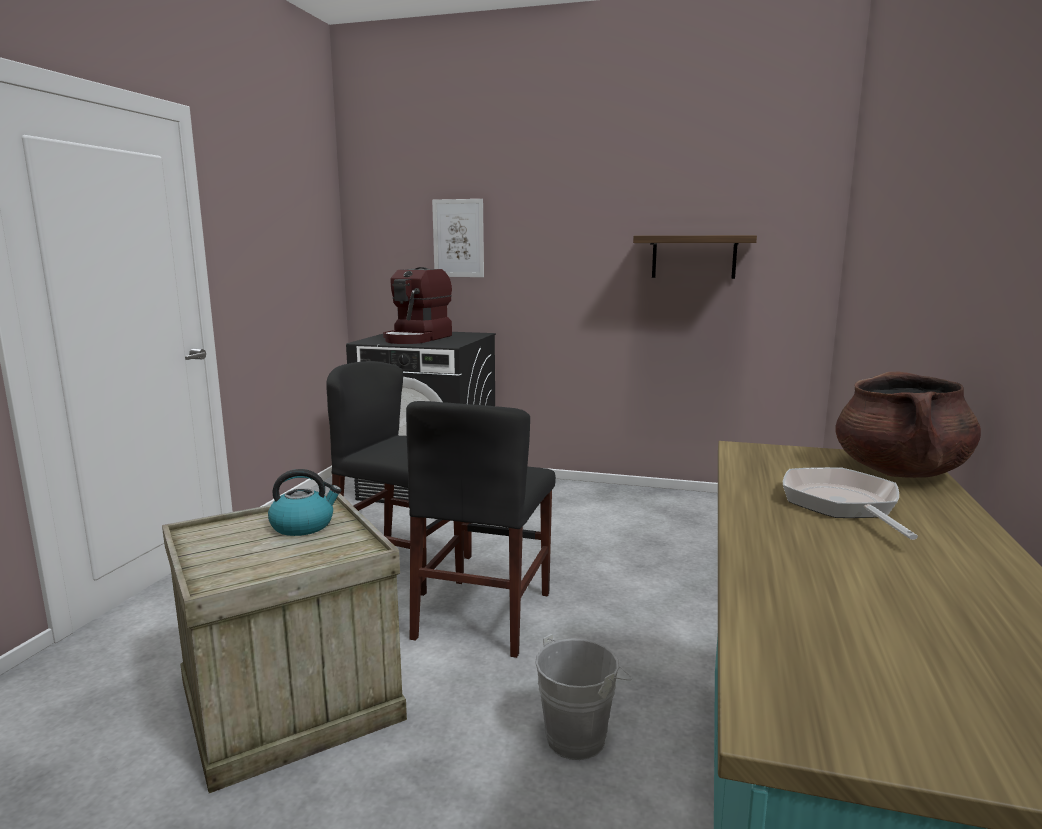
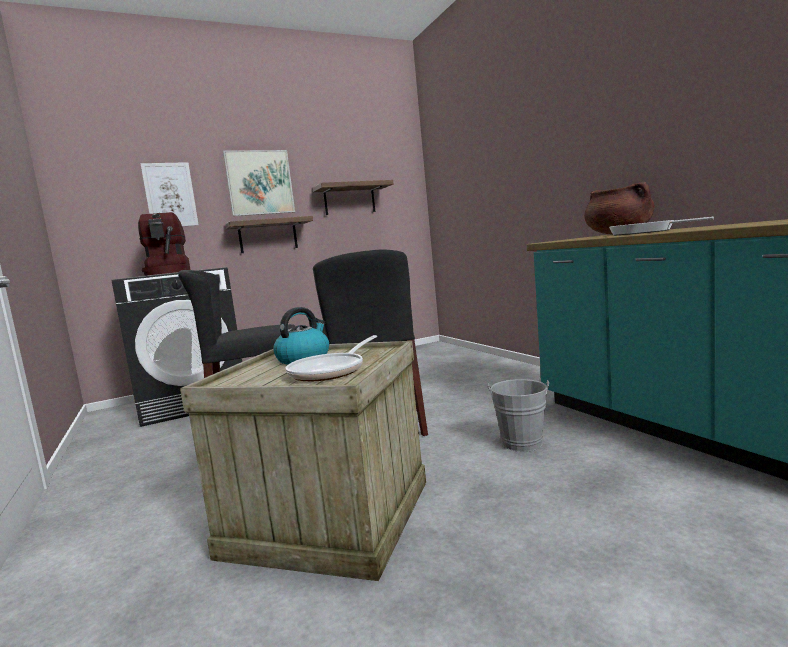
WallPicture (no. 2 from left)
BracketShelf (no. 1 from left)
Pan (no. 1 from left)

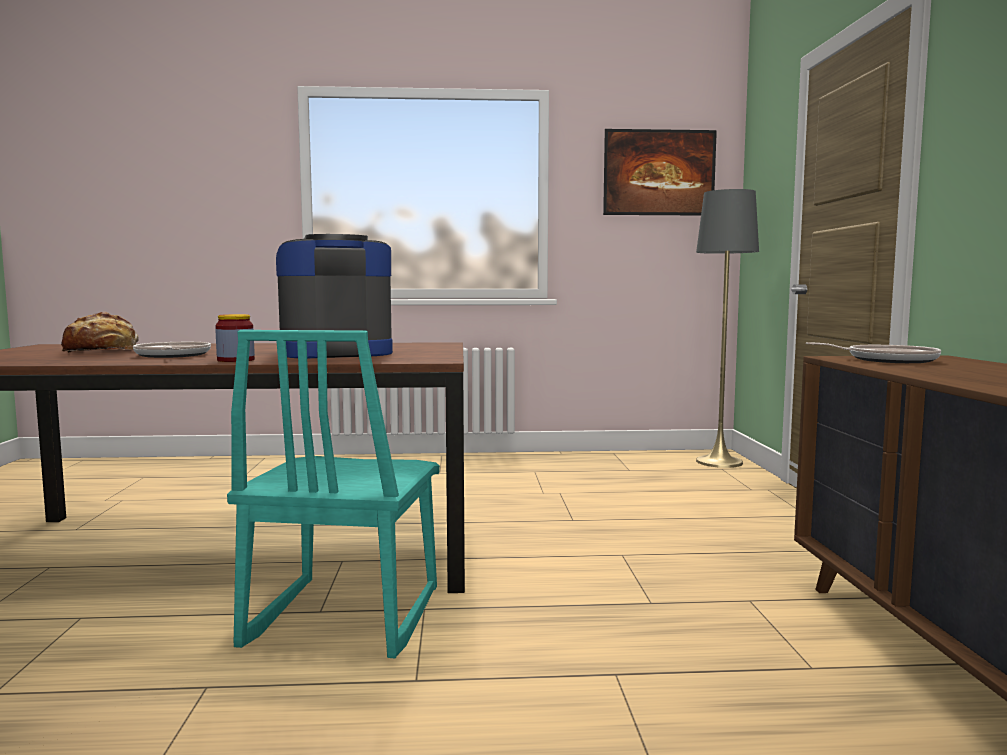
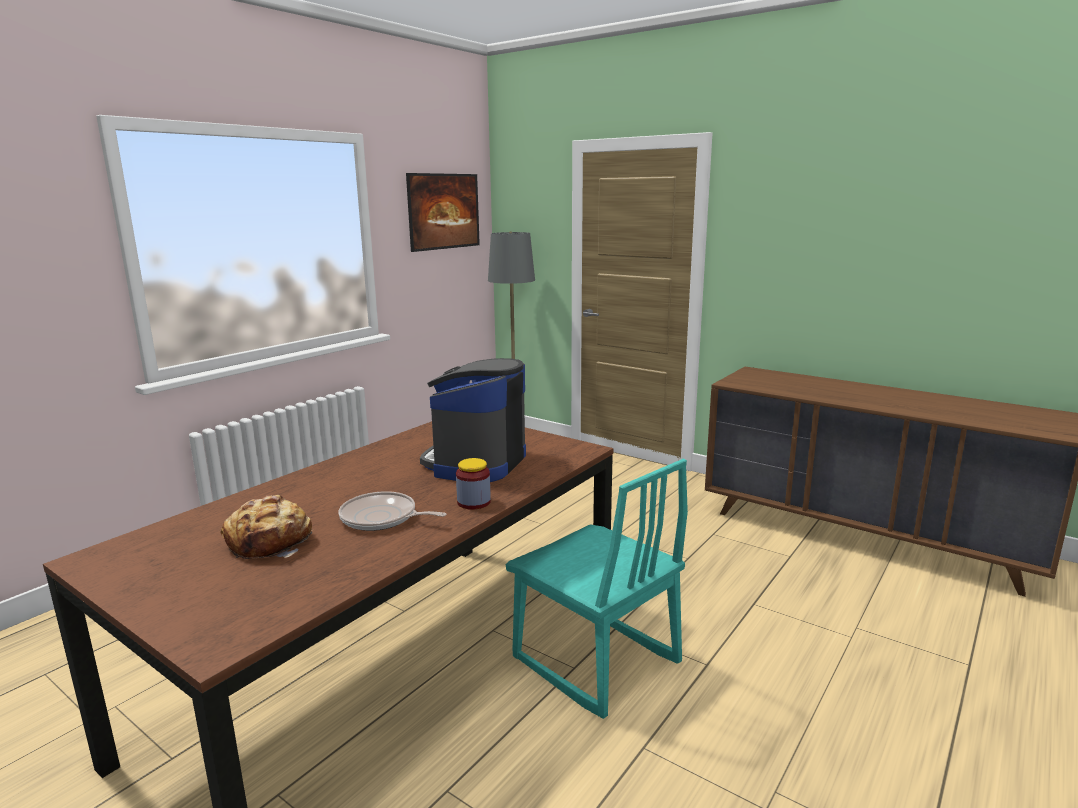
Pan (no. 2 from left in the first image)

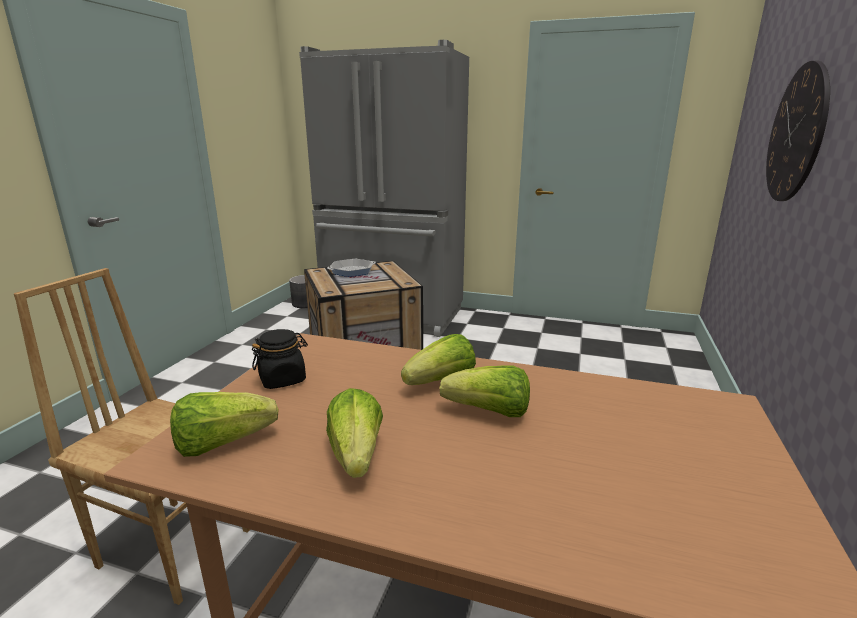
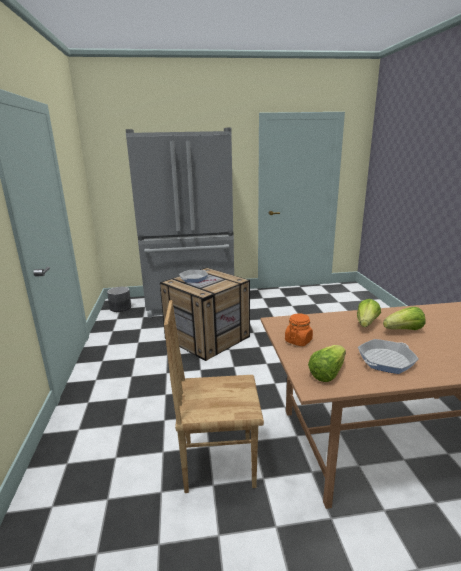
ClockOnTheWall
Pan (no. 2 from left)
OrangeyPreserveJar

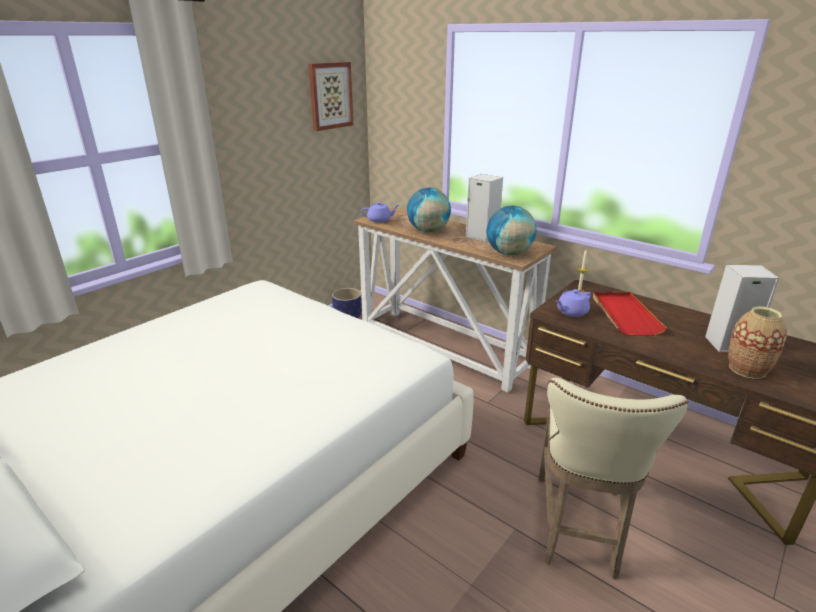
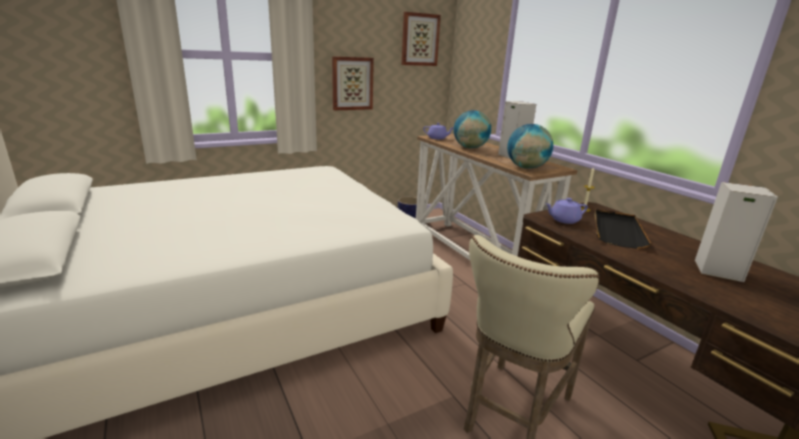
FlowerVase
WallPicture (no. 1 from left)
BlackColouredTray

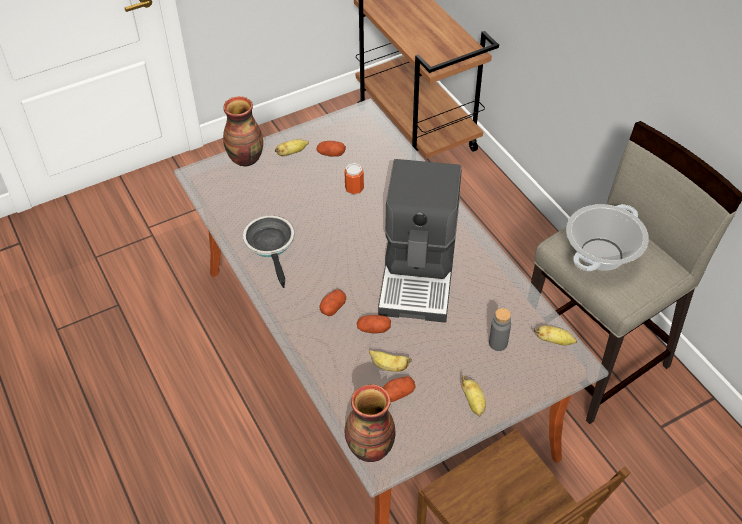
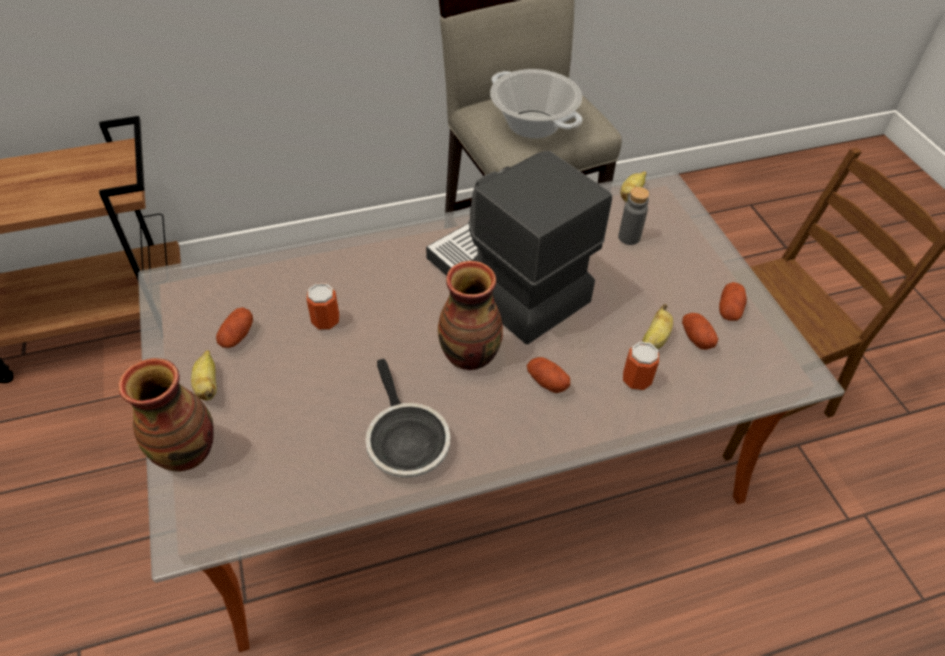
WholeBanana (no. 3 from left in the first image)
SealedCan (no. 2 from left)
FlowerVase (no. 2 from left)
Spud (no. 4 from left)
Pan
CoffeeMaker

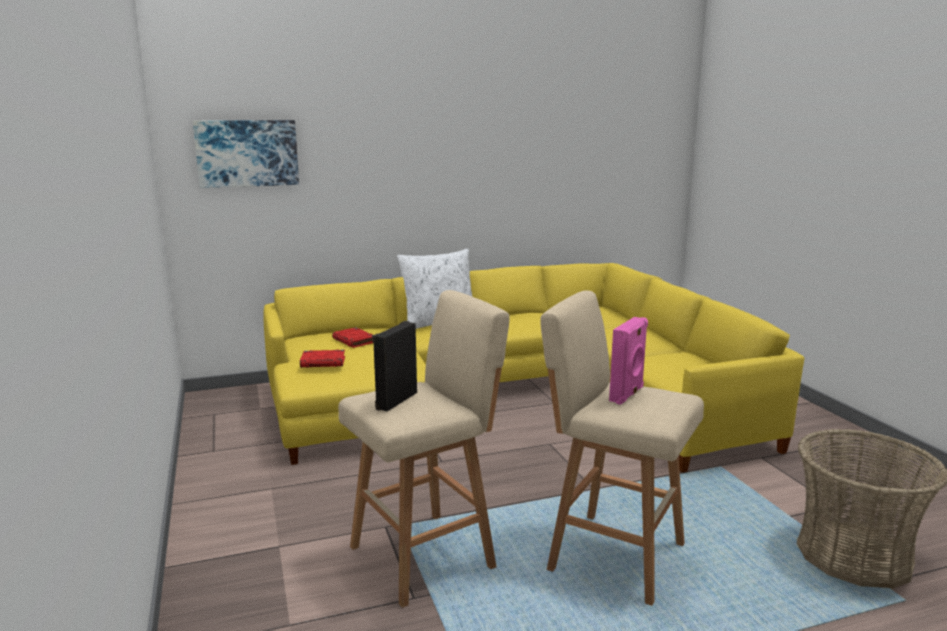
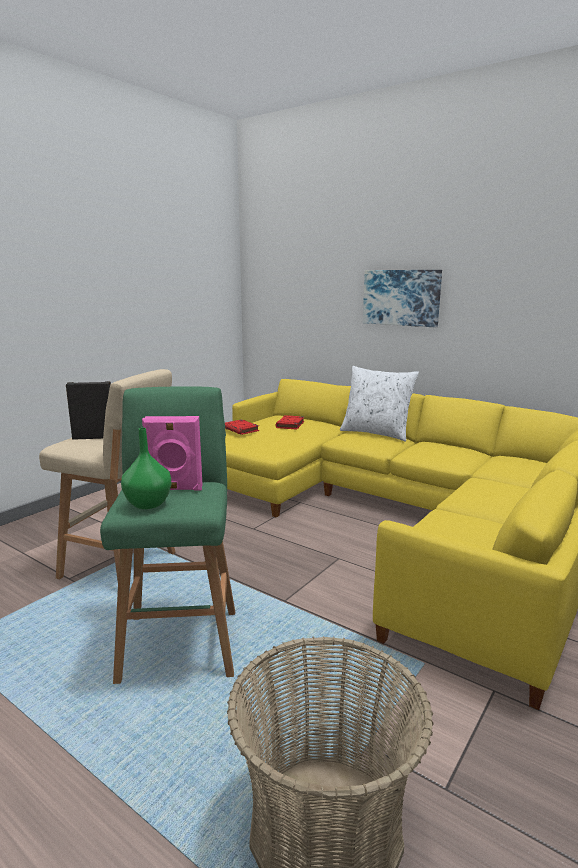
GreenColouredFlowerVase
WallPicture
GreenColouredStoolSeat

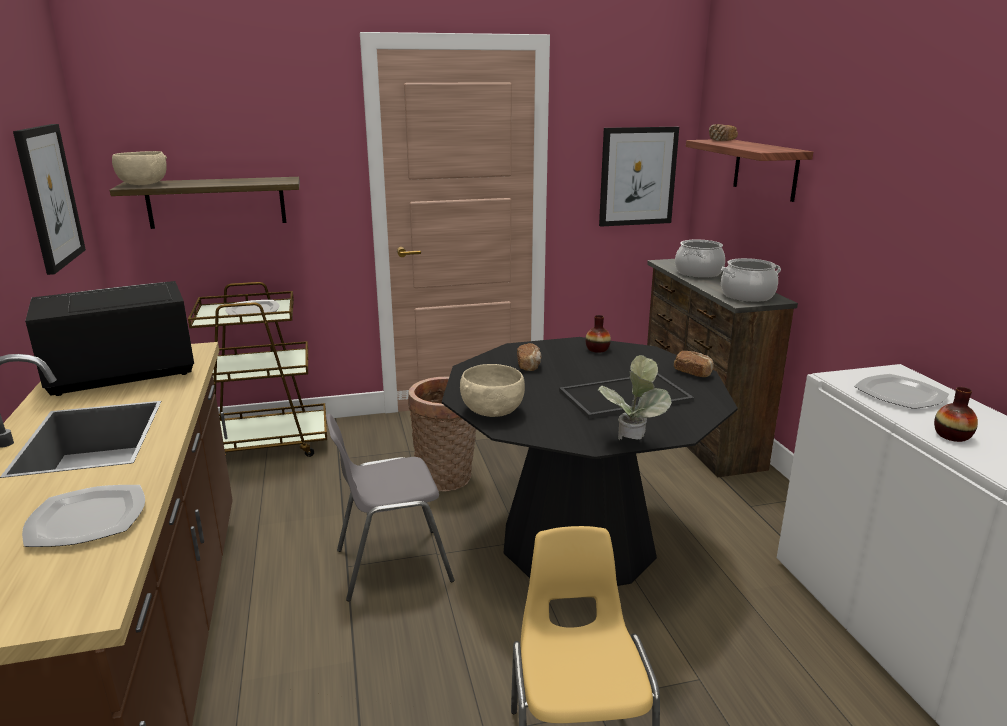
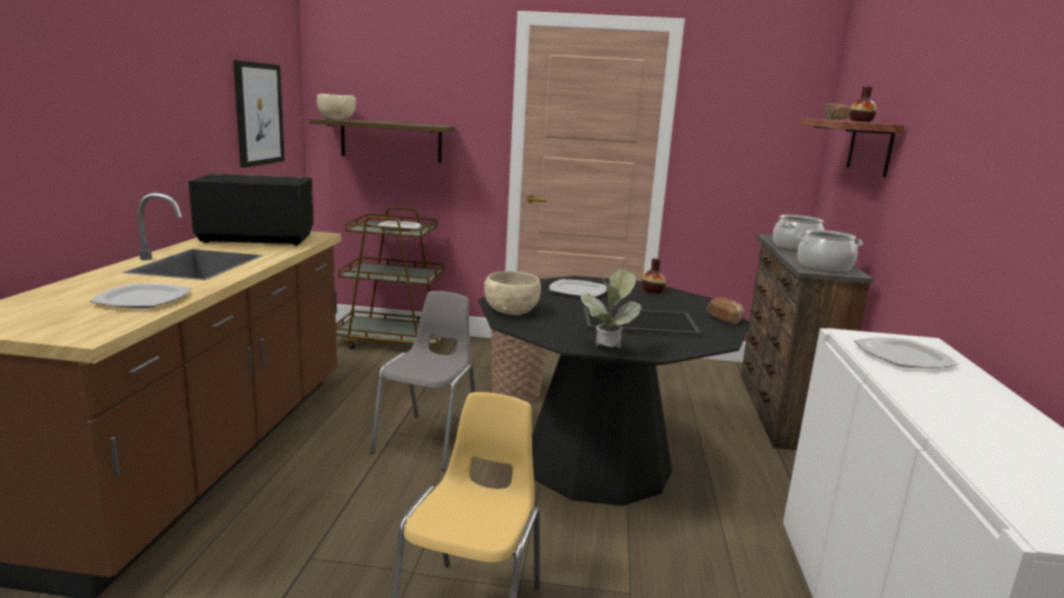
WallPicture (no. 2 from left in the first image)
FlowerVase (no. 2 from left)
DinnerPlate (no. 3 from left)
GreyChair

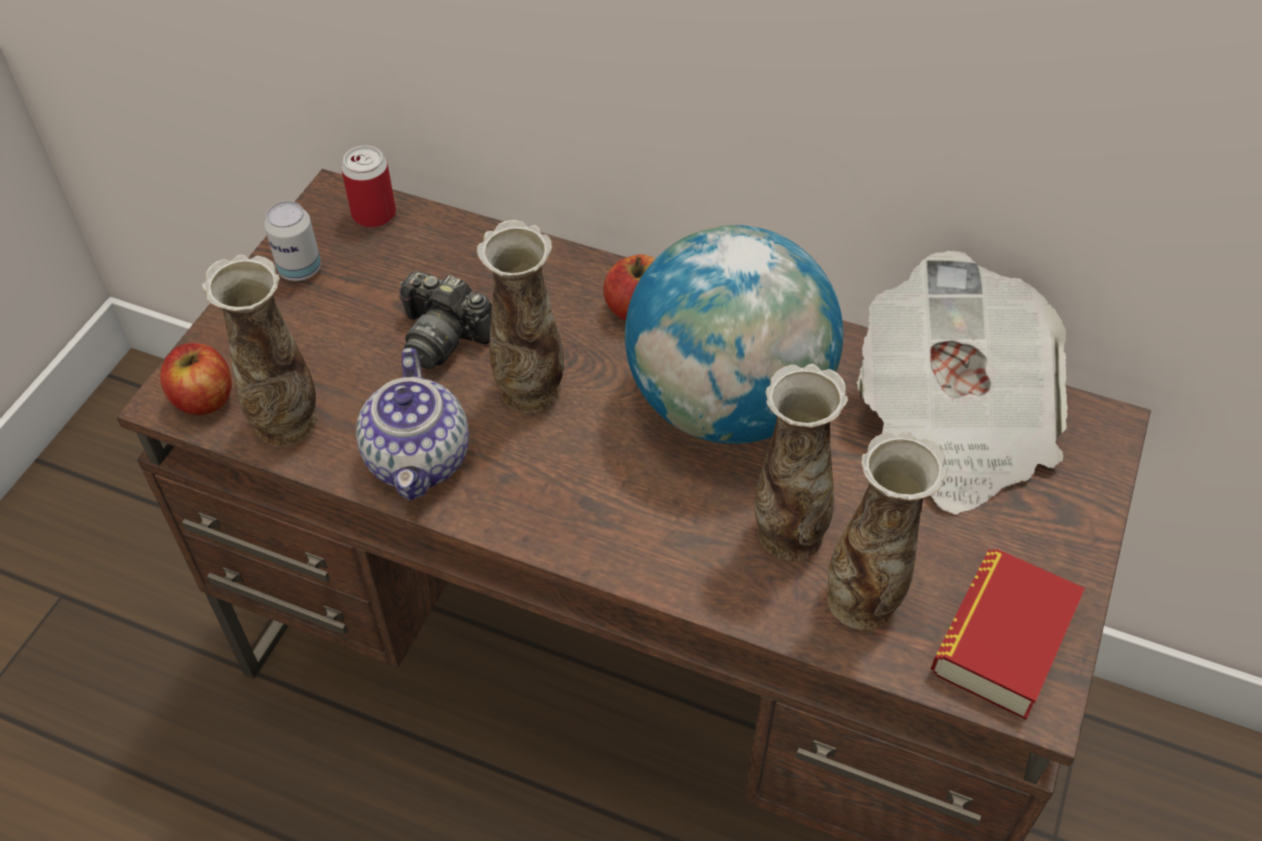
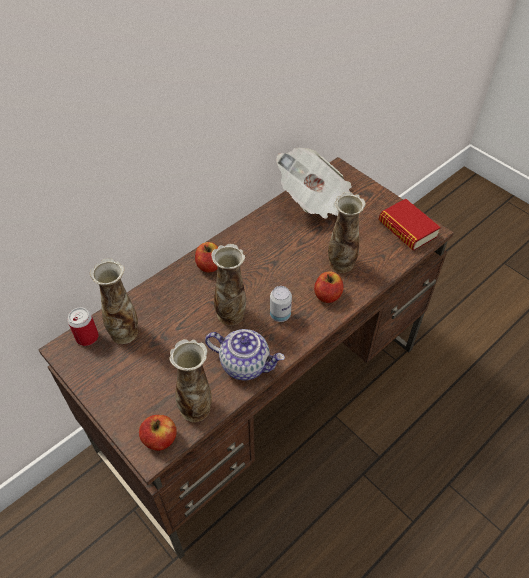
StillCamera
WorldGlobe
AppleFruit (no. 3 from left)
SealedCan (no. 2 from left)
FlowerVase (no. 1 from left)

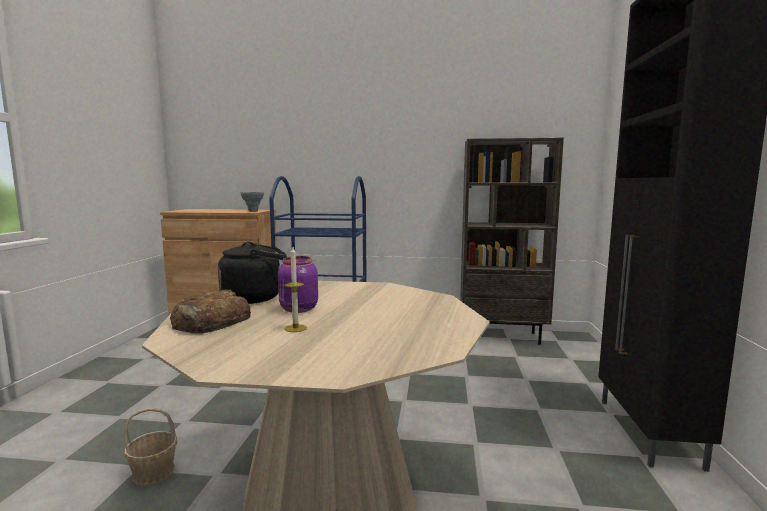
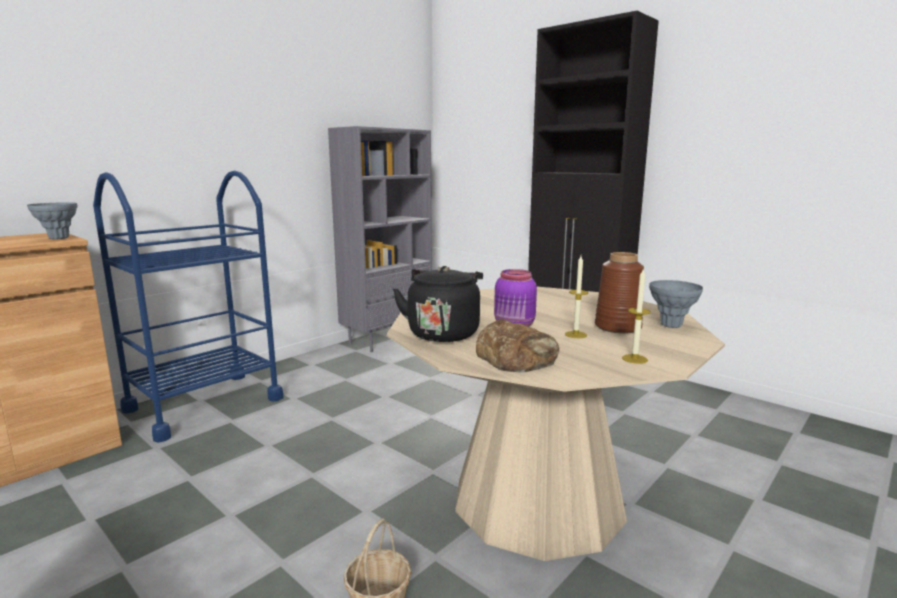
BrownColouredFlowerVase
Candle (no. 2 from left)
GreyFlowerVase (no. 2 from left)
GreyShelvingUnit

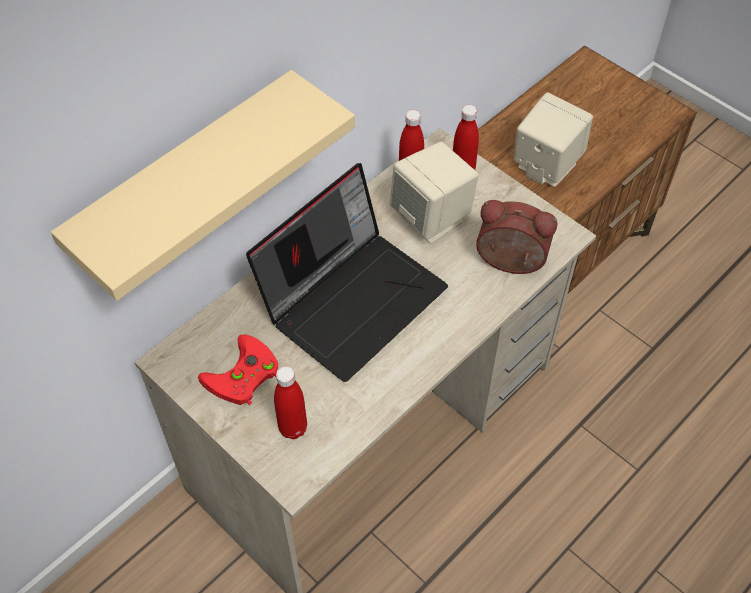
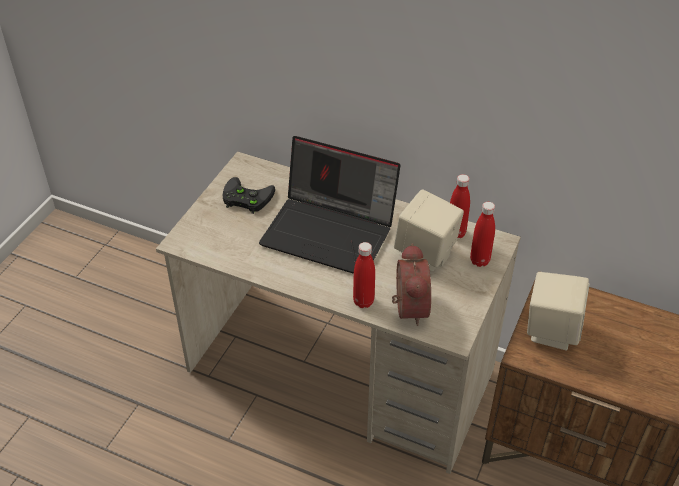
BeigeColouredBracketShelf
RedBeverageBottle (no. 1 from left)
BlackColouredGameController

